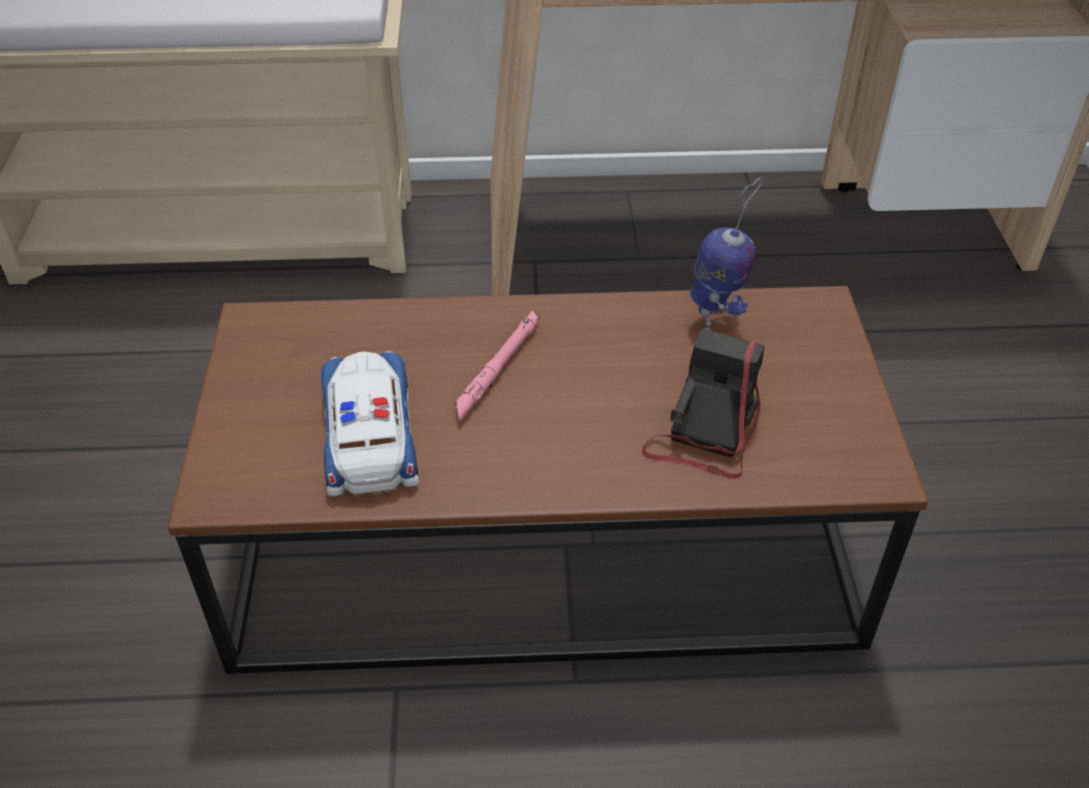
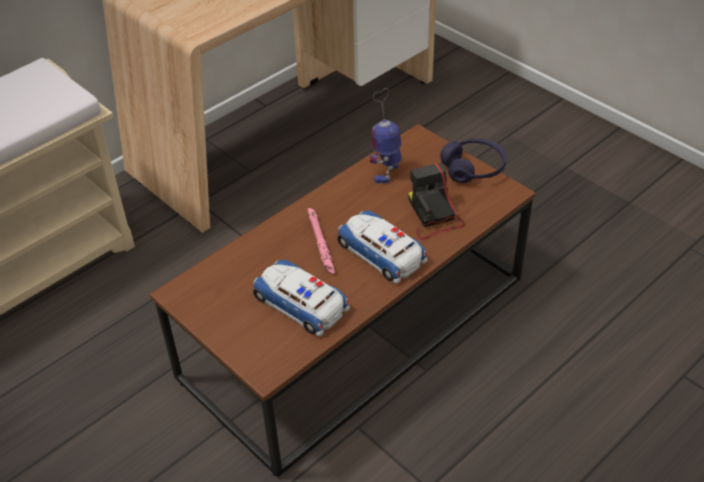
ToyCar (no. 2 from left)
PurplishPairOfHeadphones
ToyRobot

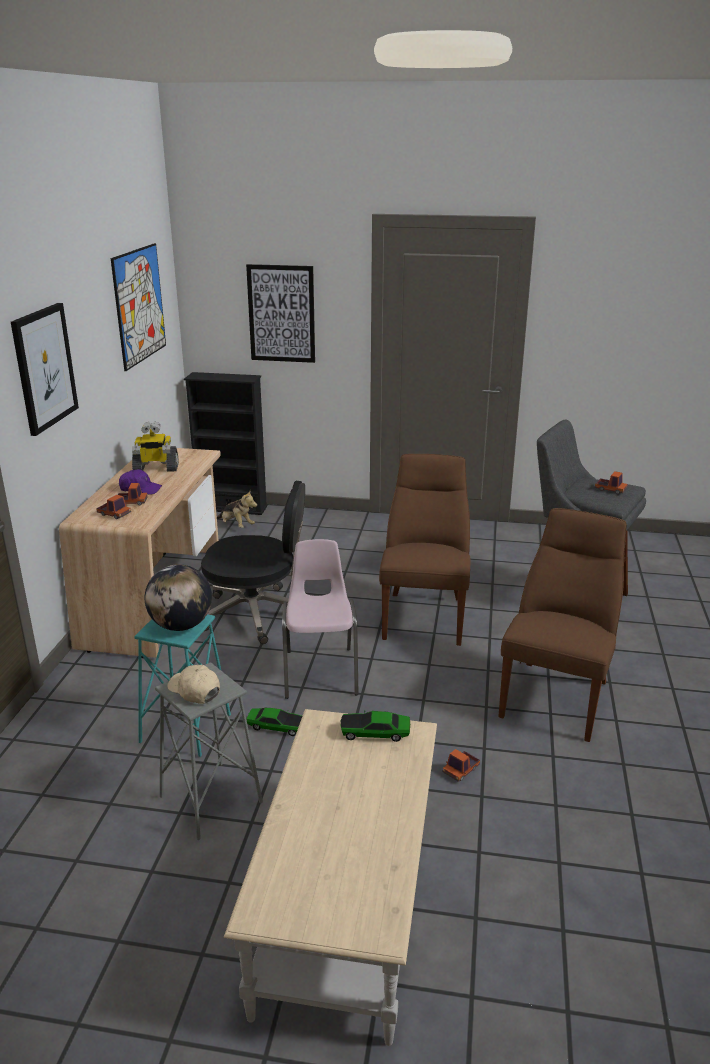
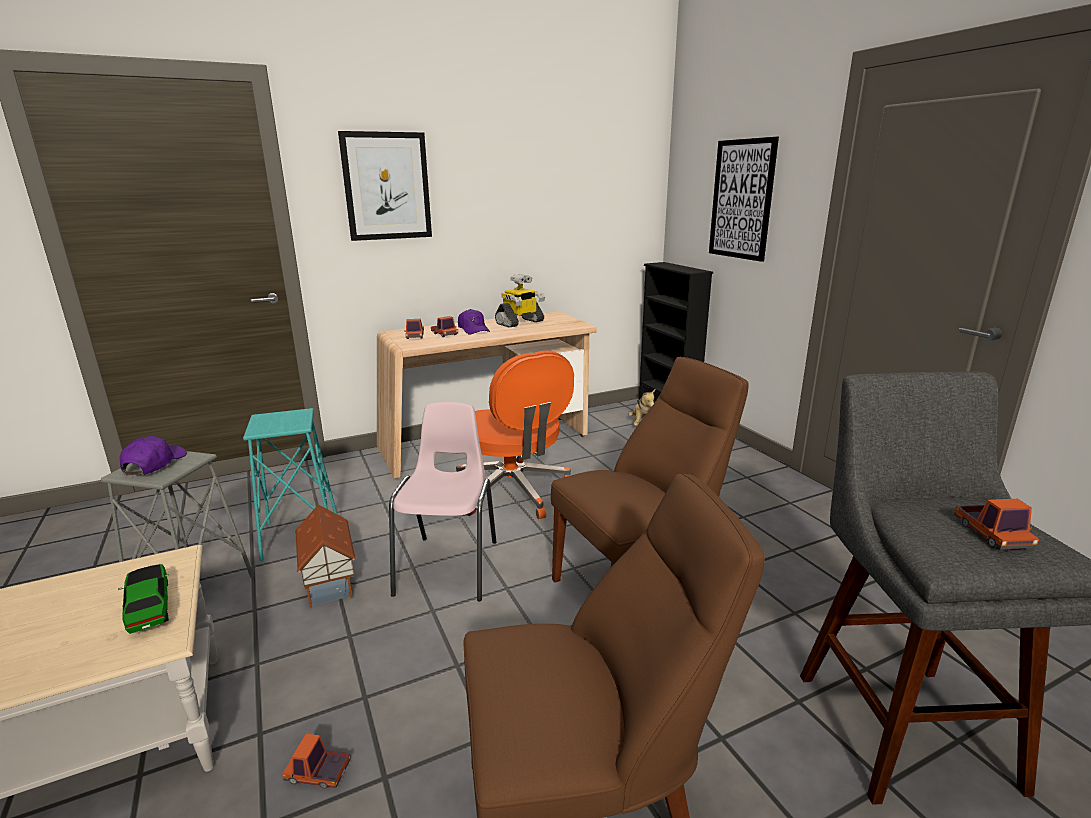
WallPicture (no. 2 from left in the first image)
WorldGlobe
MiniatureHouse
PurplishCap (no. 1 from left)
OrangeyComputerChair
ToyRobot
PinkColouredChair

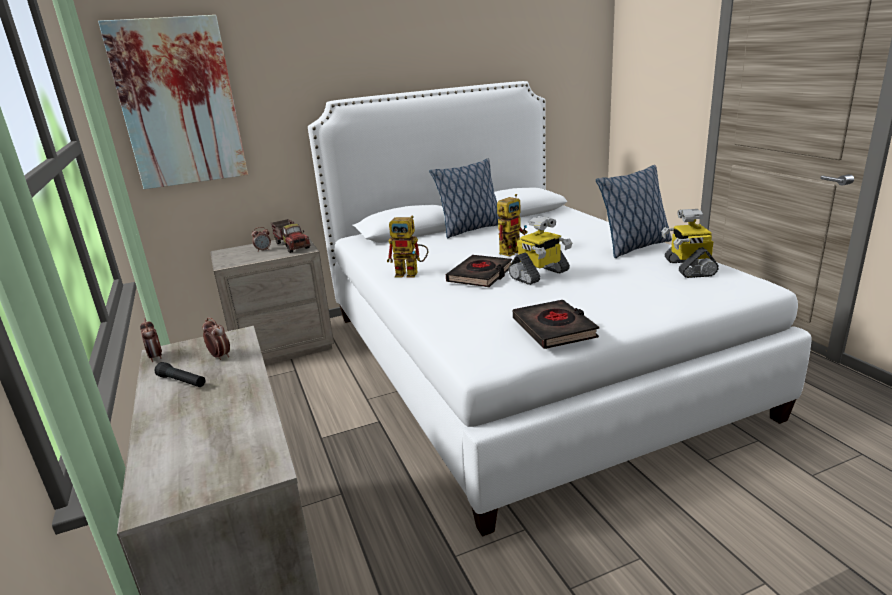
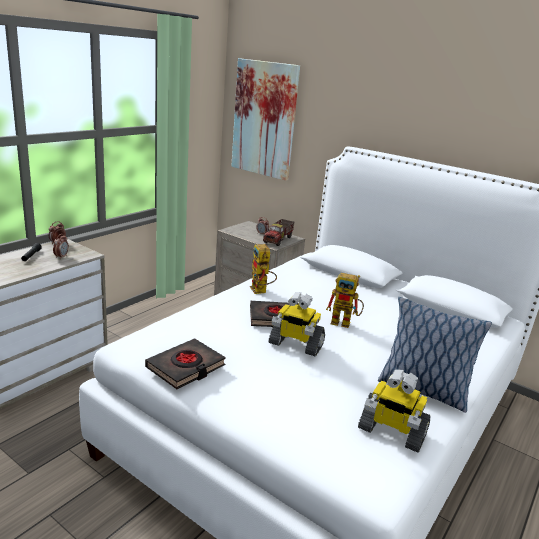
Cushion (no. 1 from left in the first image)
ToyRobot (no. 4 from left)

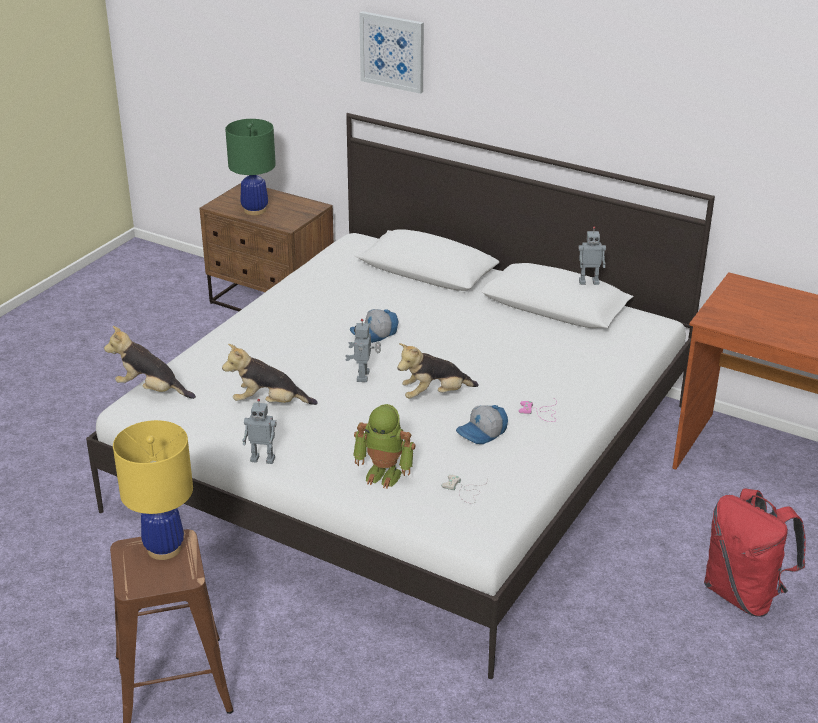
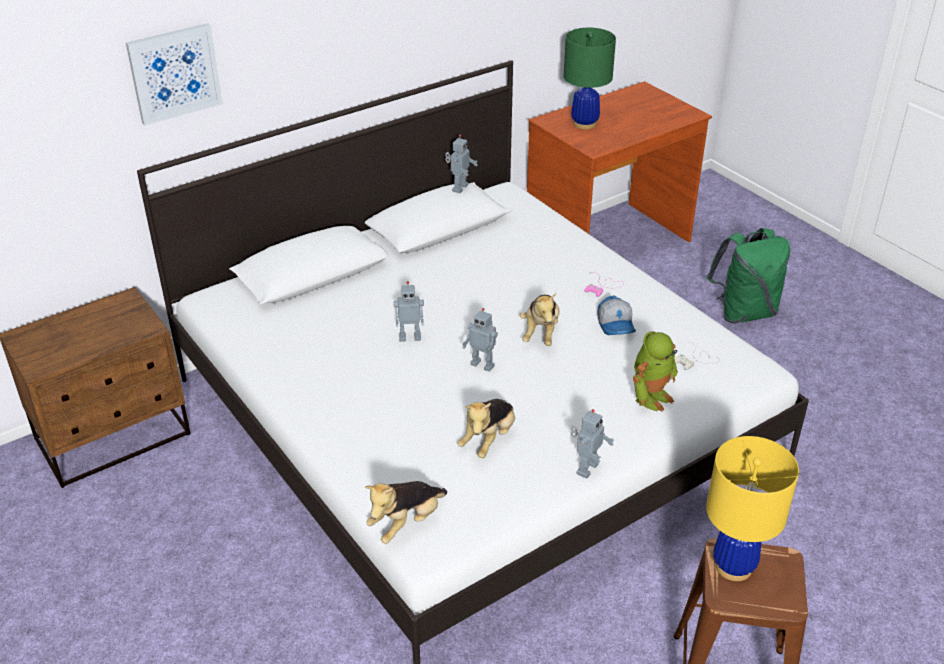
GreenColouredLampForATable
ToyRobot (no. 1 from left)
GreenColouredBackpack

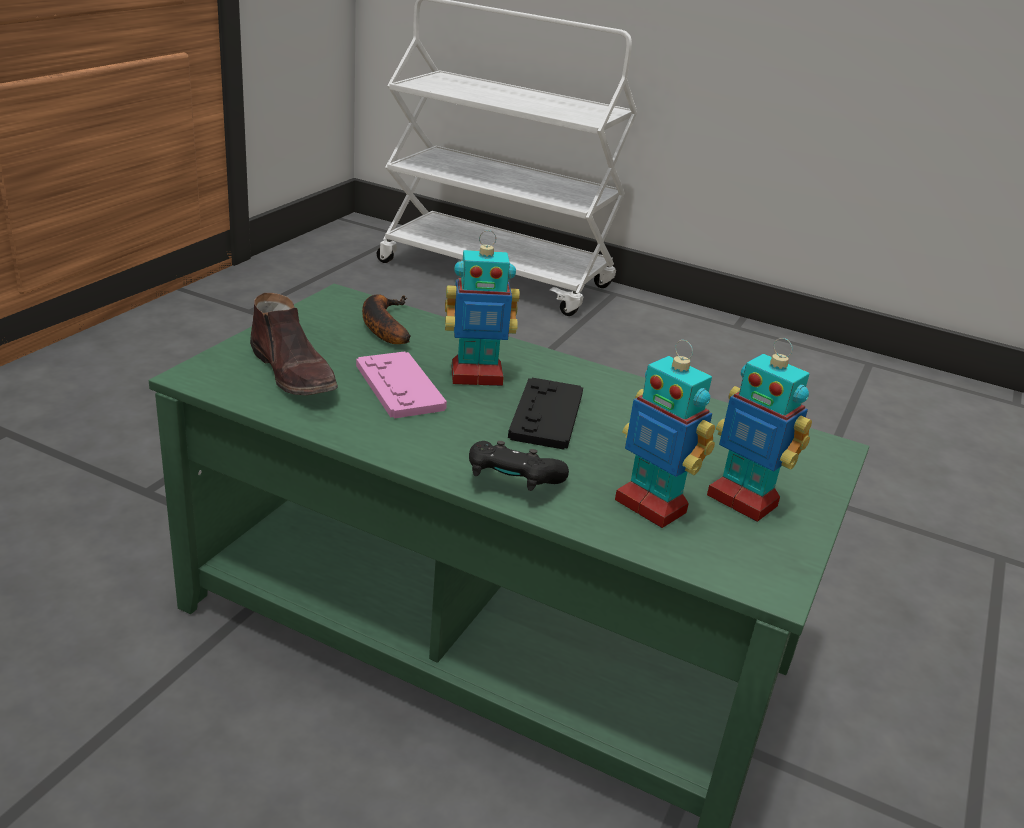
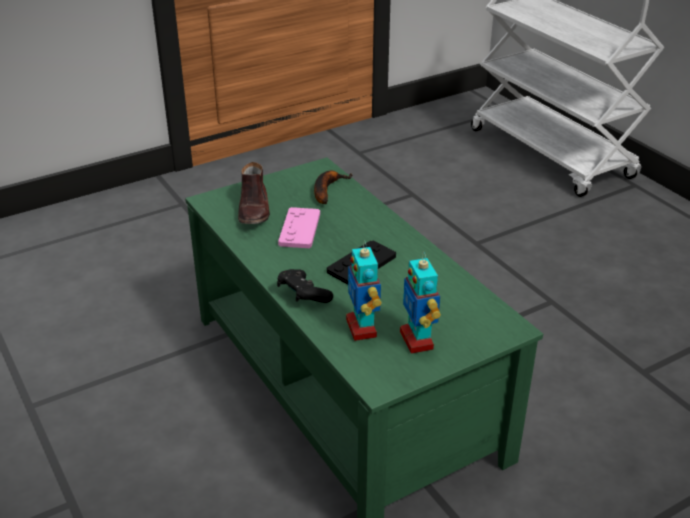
ToyRobot (no. 1 from left in the first image)

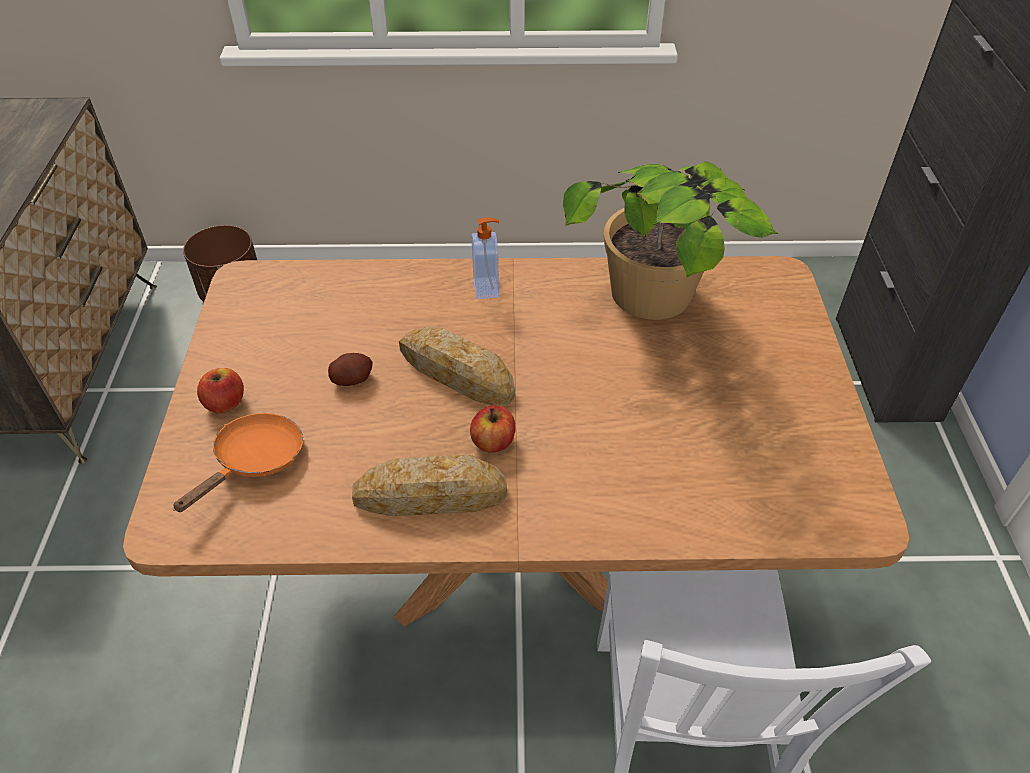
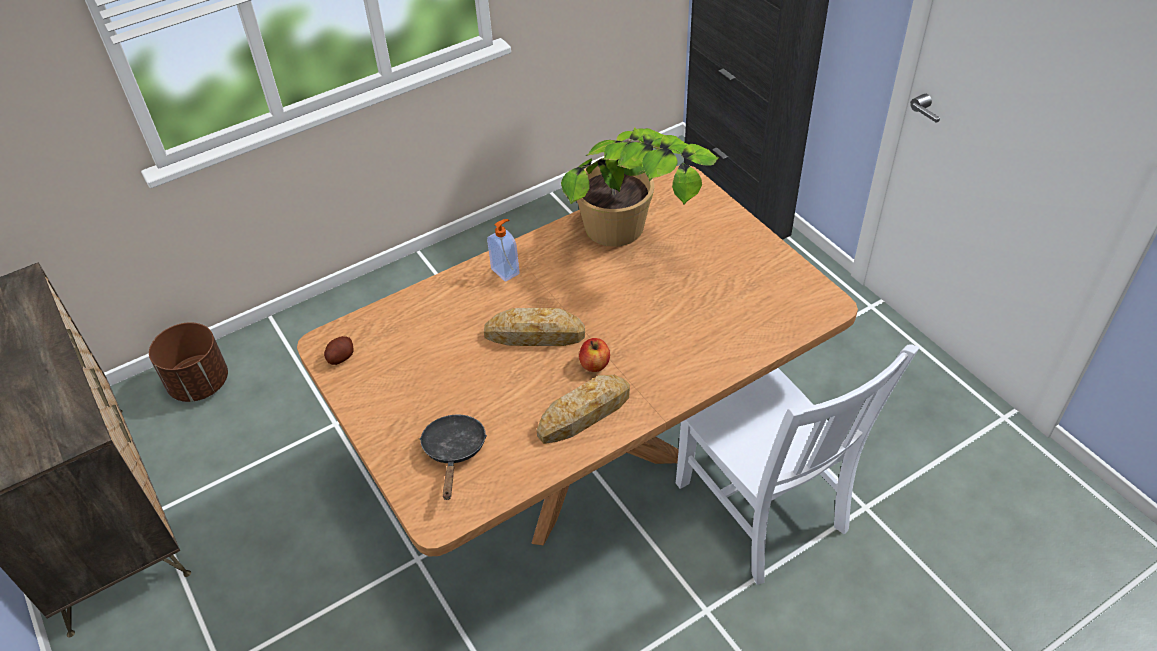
AppleFruit (no. 1 from left in the first image)
Spud
BlackColouredPan

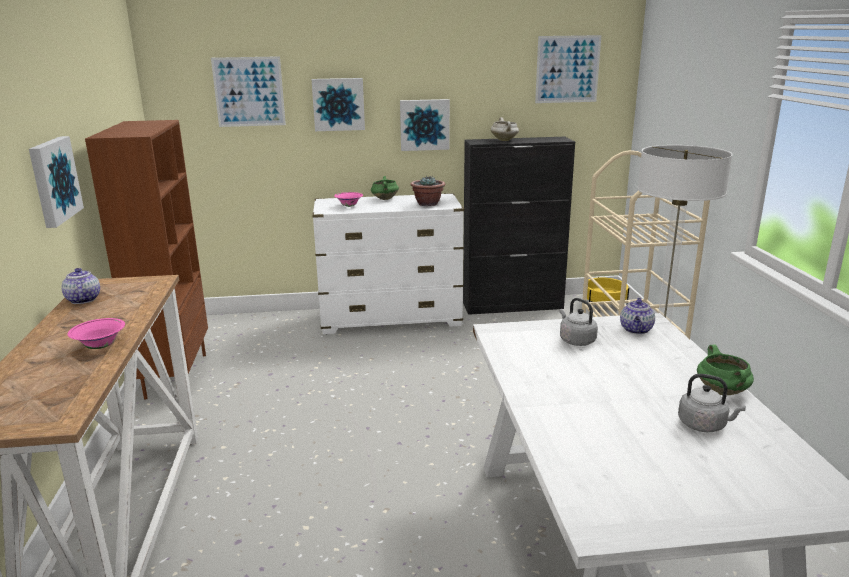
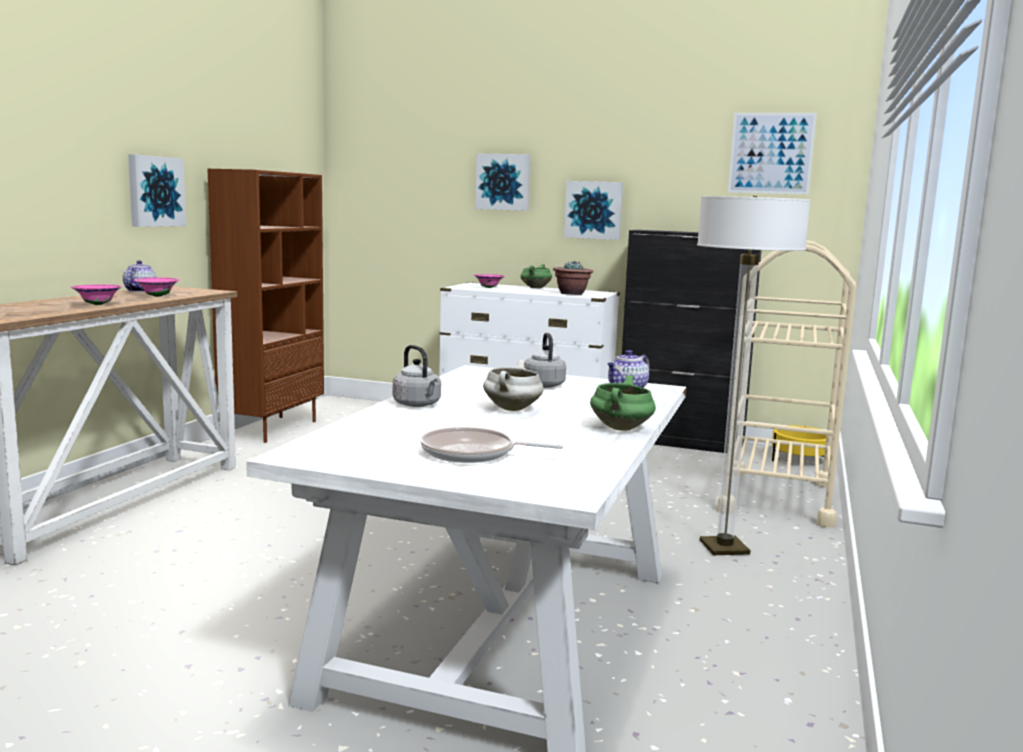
WallPicture (no. 2 from left in the first image)
PinkColouredDeepDish (no. 2 from left)
Pan
WhitishCookingPot
GreyTeaKettle (no. 1 from left)

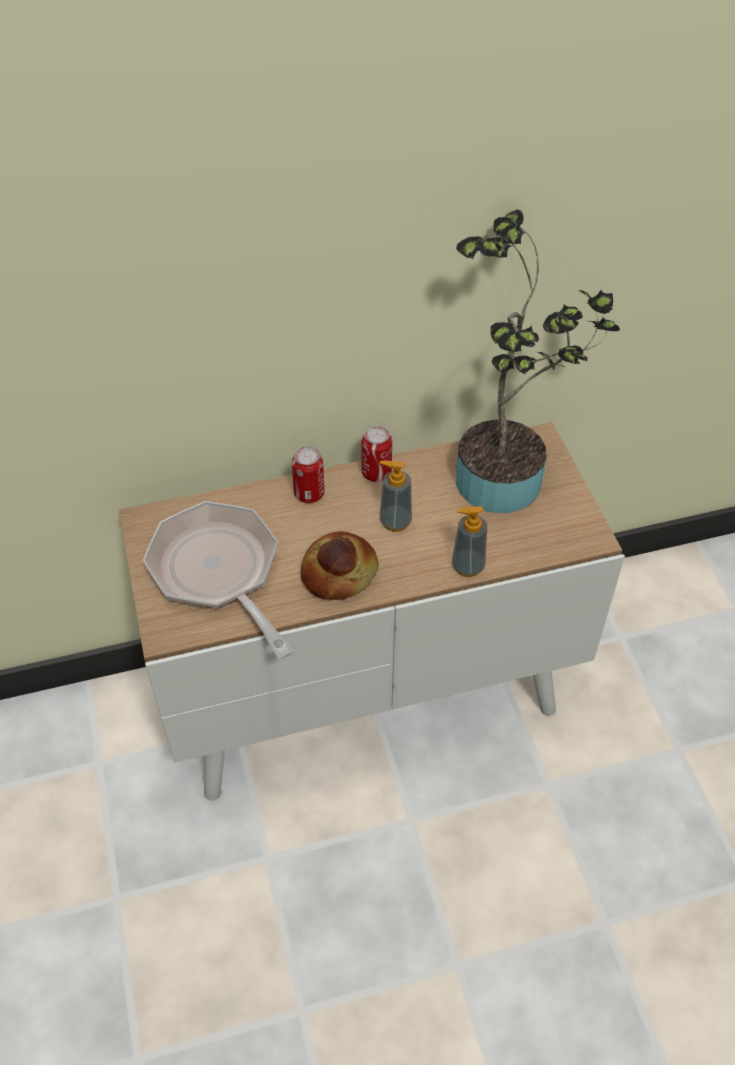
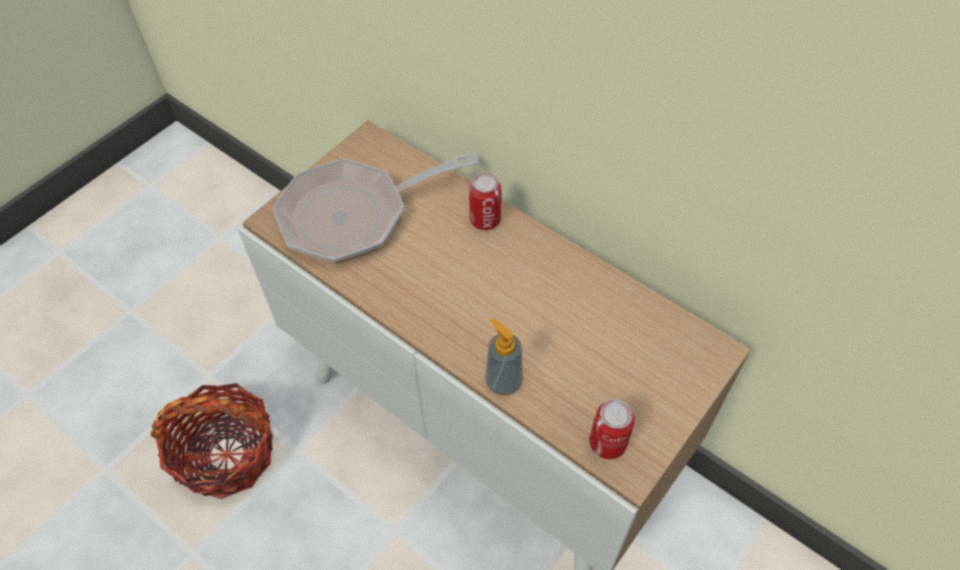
BakedBread
LiquidSoapBottle (no. 1 from left in the first image)
PlantInAPot
HouseholdBasket
SealedCan (no. 2 from left)
Pan

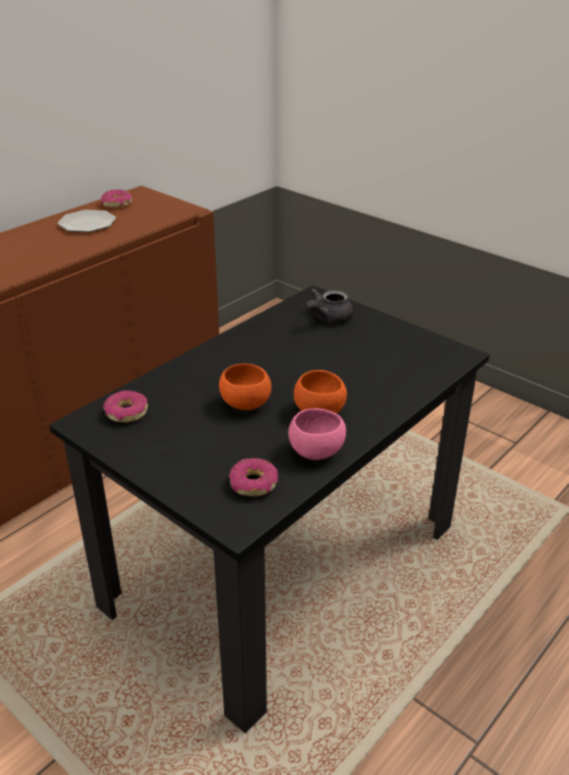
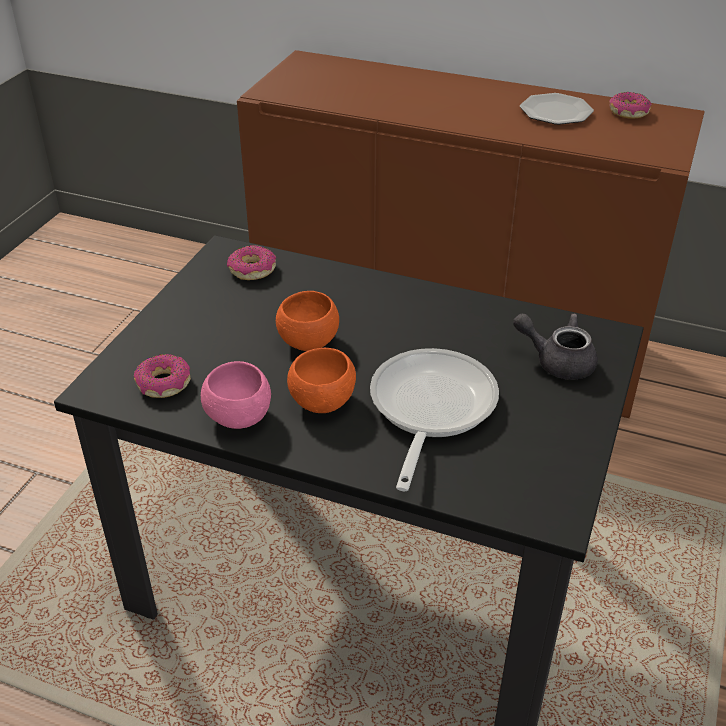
Pan

